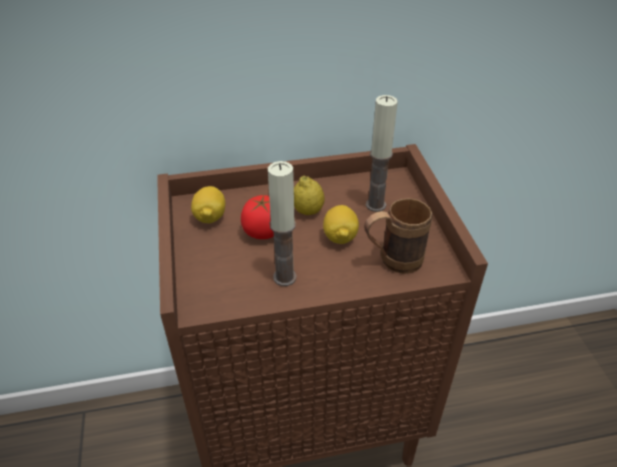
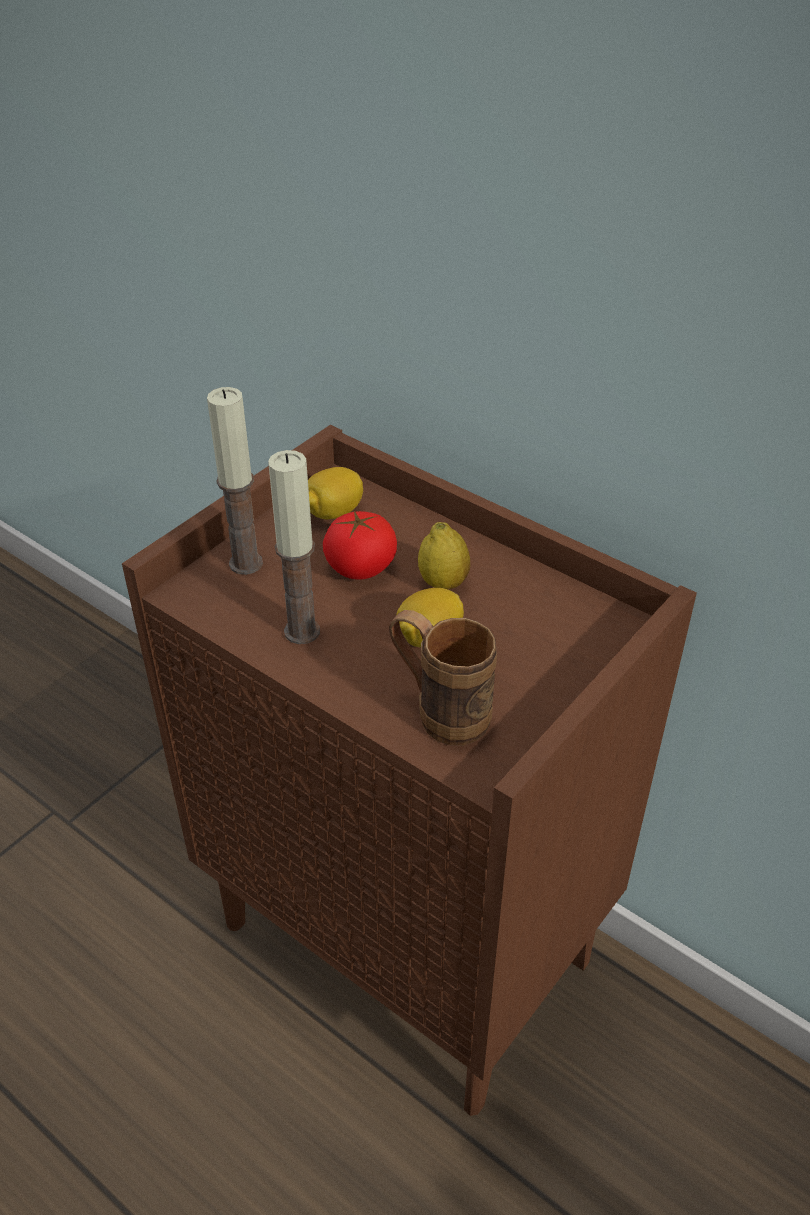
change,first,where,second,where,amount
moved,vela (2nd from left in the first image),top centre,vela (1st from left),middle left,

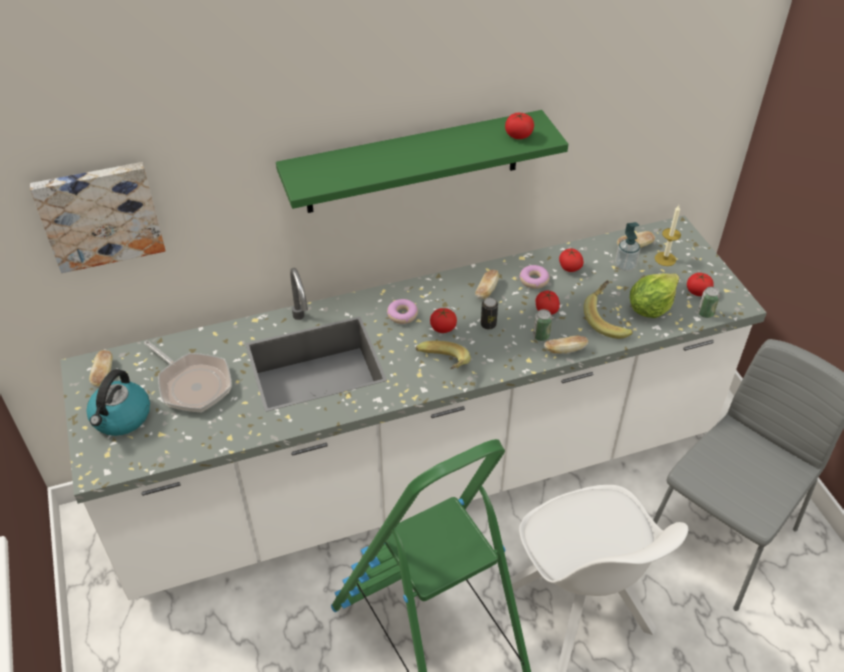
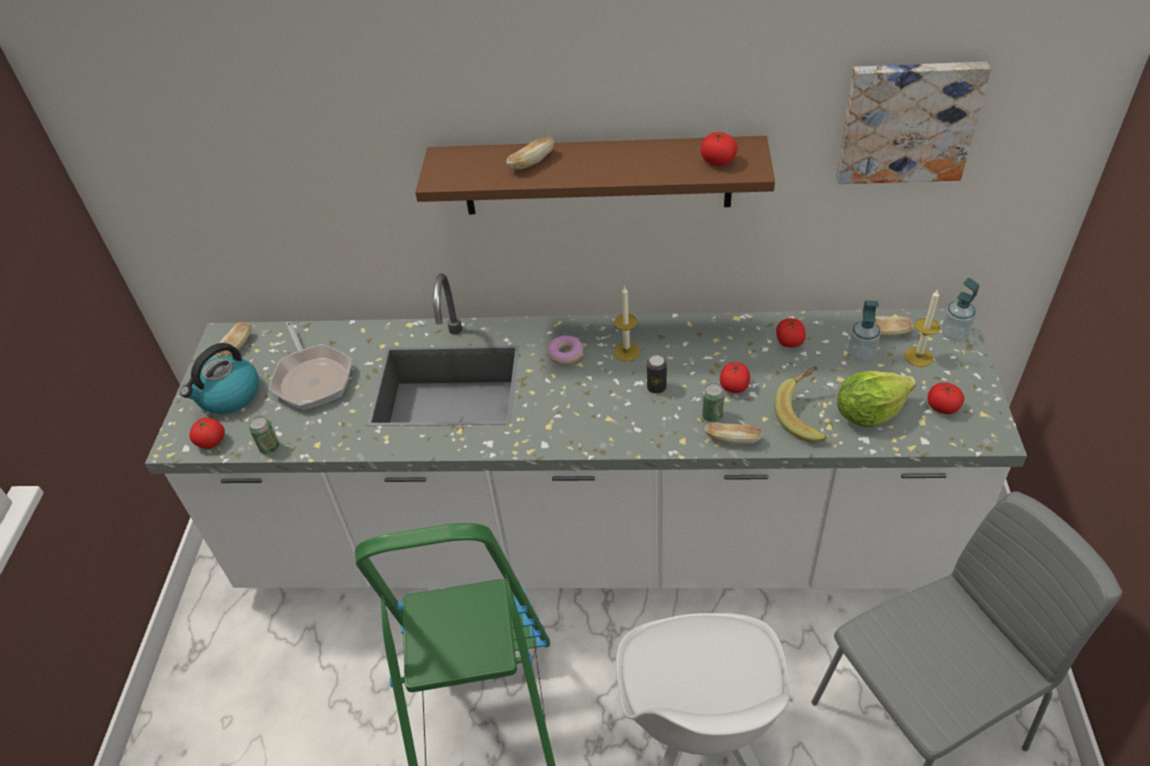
change,first,where,second,where,amount
removed,plátano (1st from left),centre,,,
removed,rosquilla (2nd from left),centre,,,
added,,,vela (1st from left),centre,
added,,,dispensador de jabón (2nd from left),middle right,
moved,cuadro,top left,,top right,
moved,tomate (1st from left),centre,,middle left,
moved,pan (2nd from left),centre,,top centre,
moved,lata (3rd from left in the first image),middle right,lata (1st from left),middle left,
recoloured,estante (verde),top centre,estante (marrón),top centre,

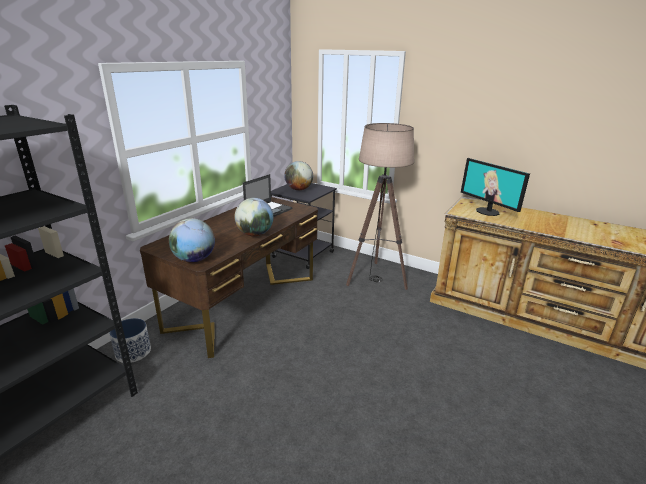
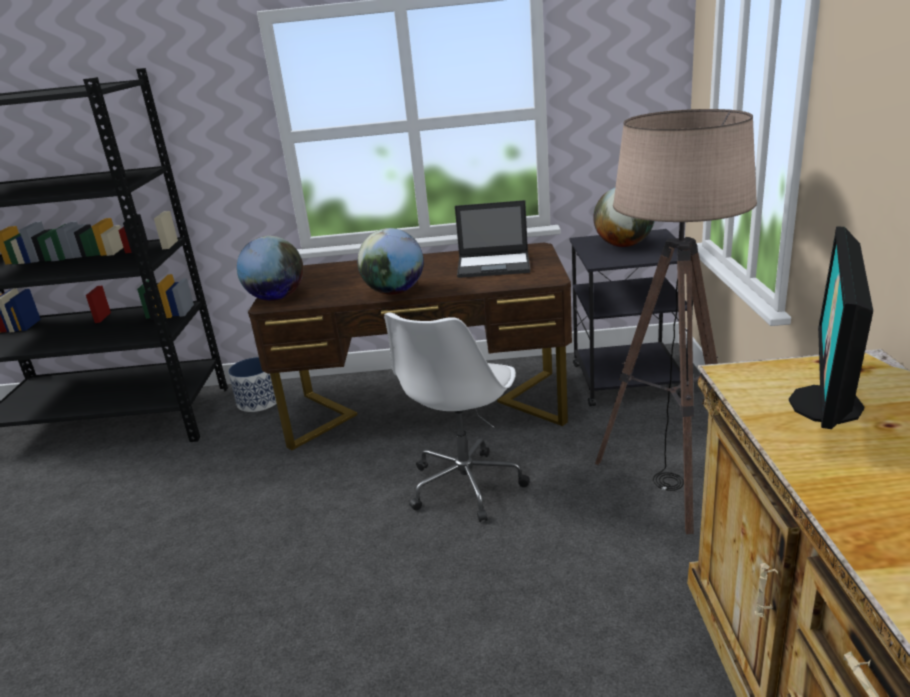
change,first,where,second,where,amount
added,,,silla de oficina (blanco),centre,

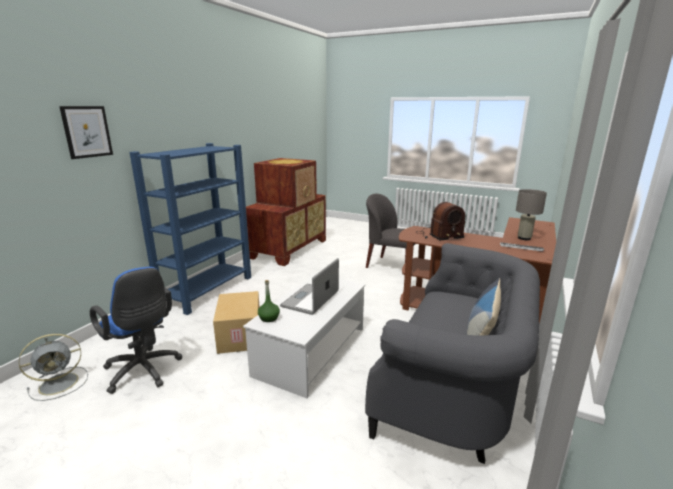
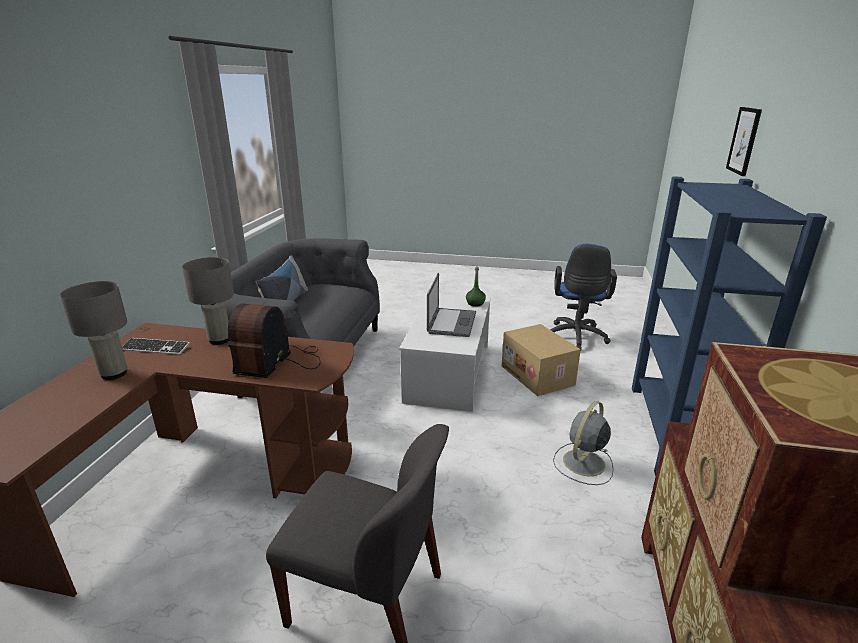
change,first,where,second,where,amount
added,,,lámpara de mesa (gris) (2nd from left),middle left,
moved,ventilador (gris),bottom left,,bottom right,
turned,silla de oficina (azul),bottom left,,middle right,105 degrees counterclockwise
turned,radio,centre,,middle left,45 degrees counterclockwise

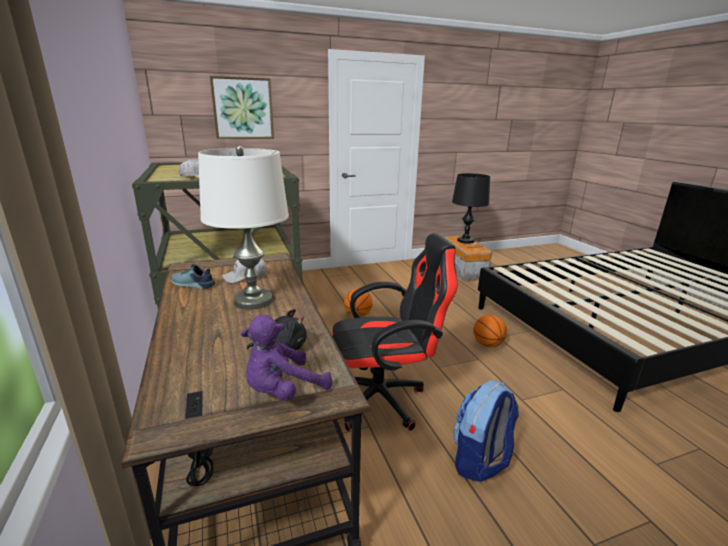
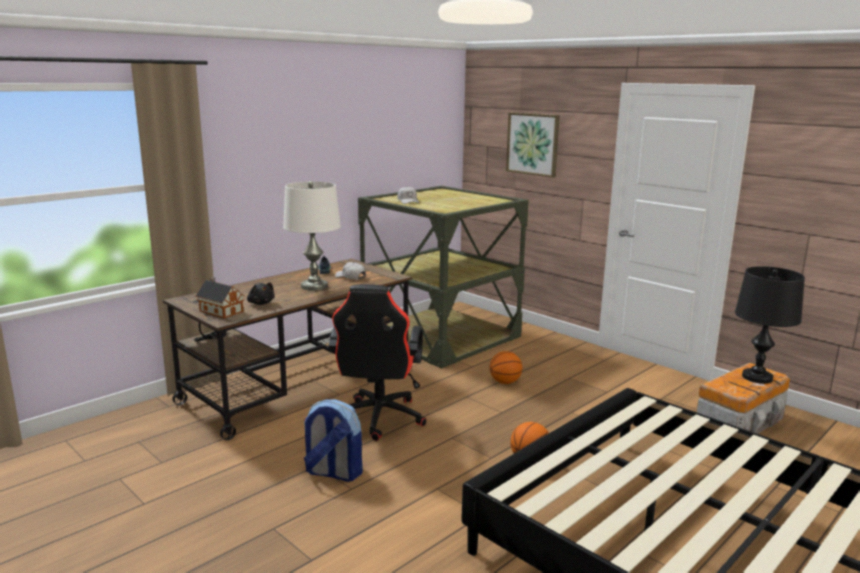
change,first,where,second,where,amount
replaced,peluche (morado),centre,casita,middle left,
turned,silla de oficina (negro),centre,,centre,45 degrees clockwise

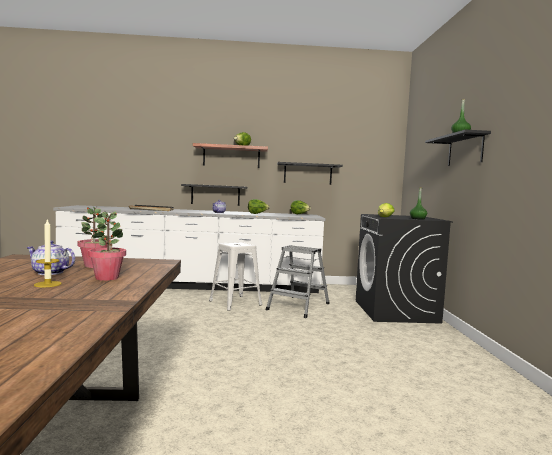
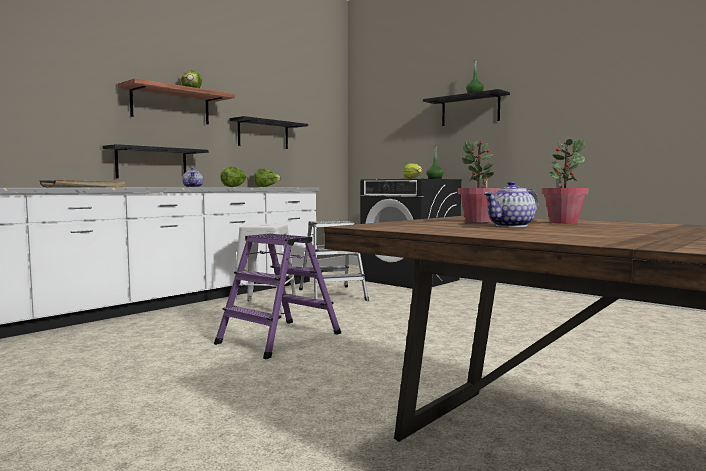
change,first,where,second,where,amount
removed,vela,middle left,,,
added,,,escalera de tijera (morado),centre,

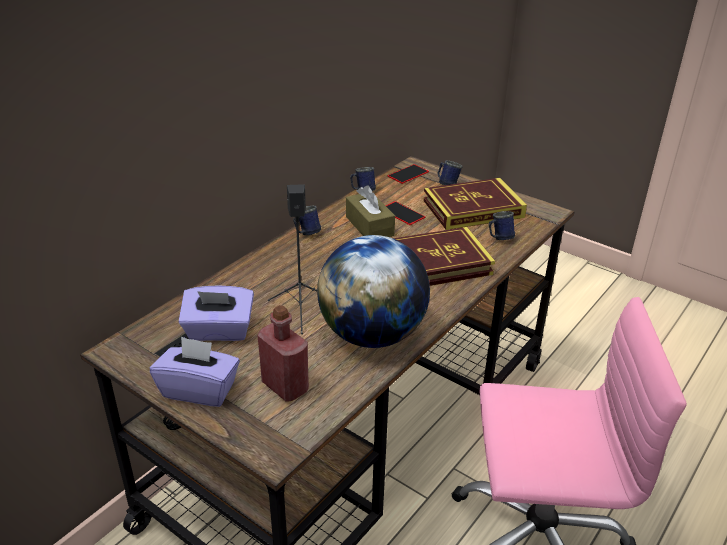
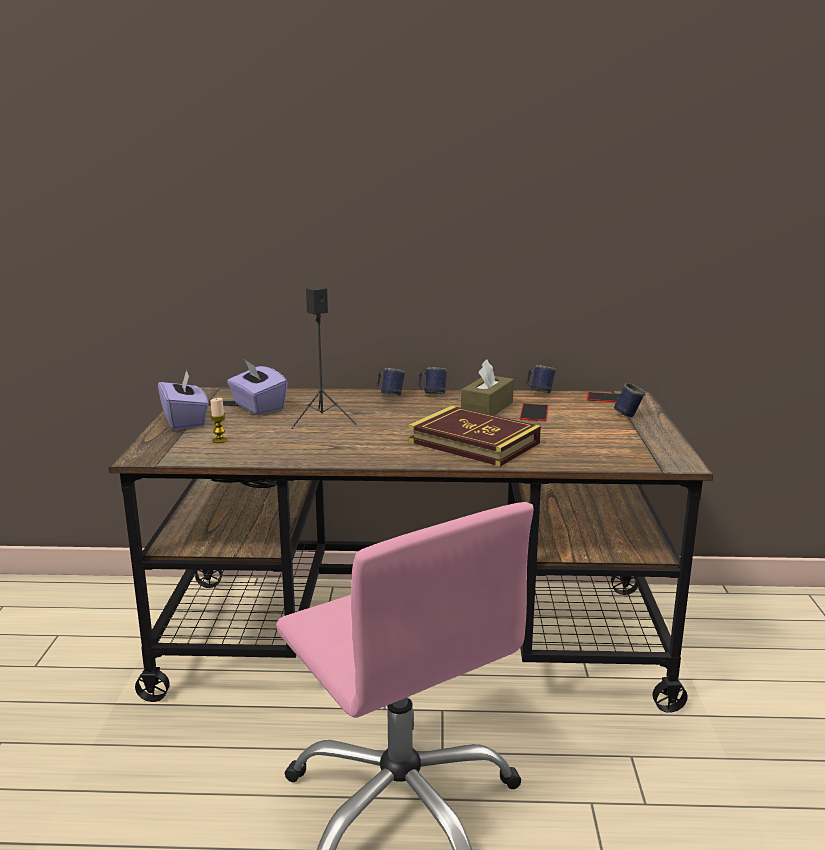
change,first,where,second,where,amount
removed,globo terráqueo,centre,,,
removed,libro (2nd from left),centre,,,
moved,taza grande (azul) (4th from left in the first image),middle right,taza grande (azul) (1st from left),centre,
replaced,botella (rojo),centre,vela,middle left,

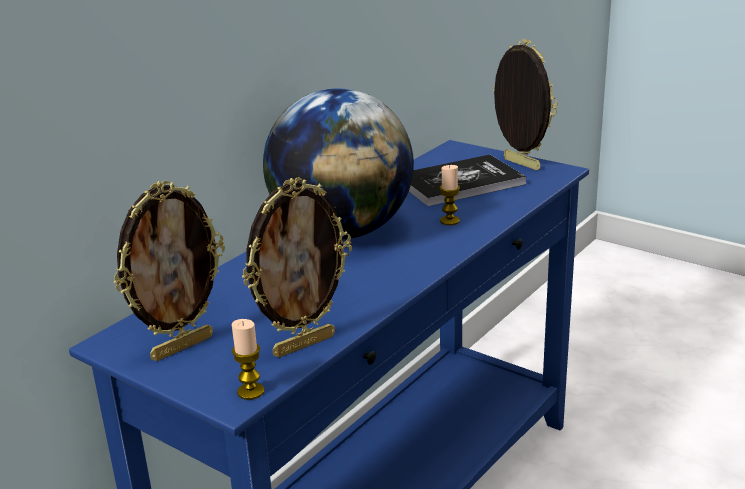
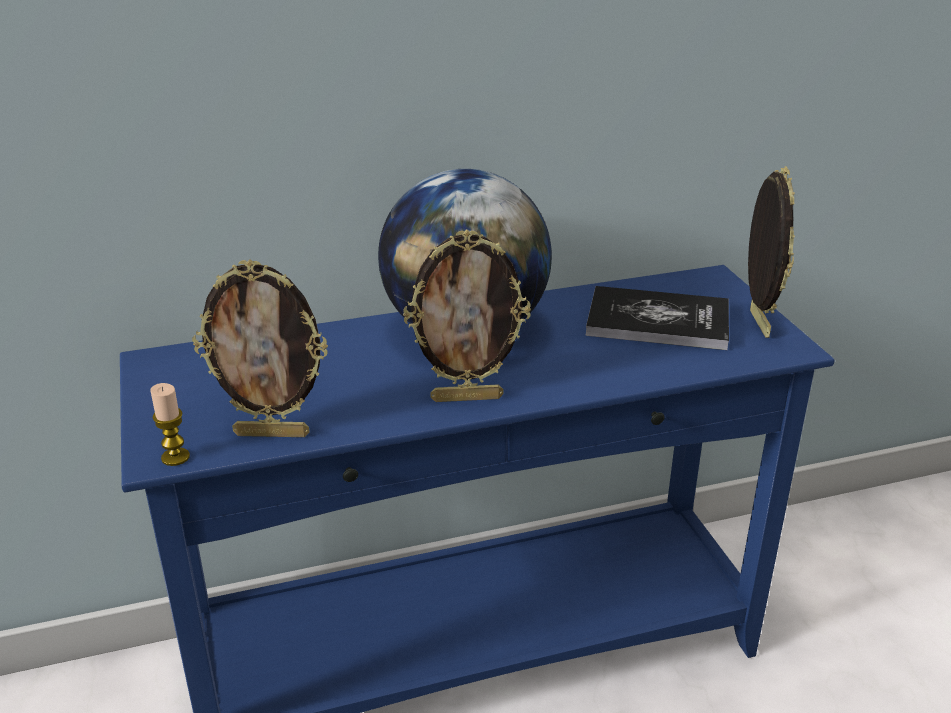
change,first,where,second,where,amount
removed,vela (2nd from left),centre,,,
moved,portarretratos (1st from left in the first image),middle left,portarretratos (2nd from left),centre,

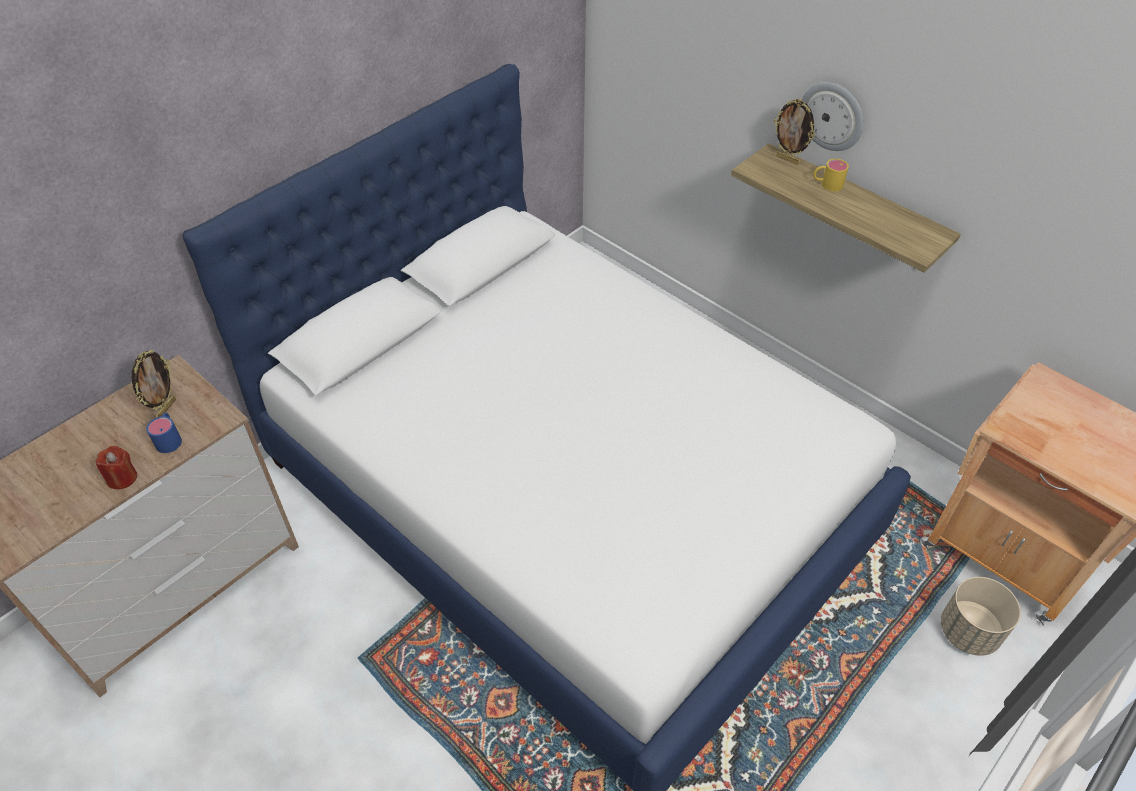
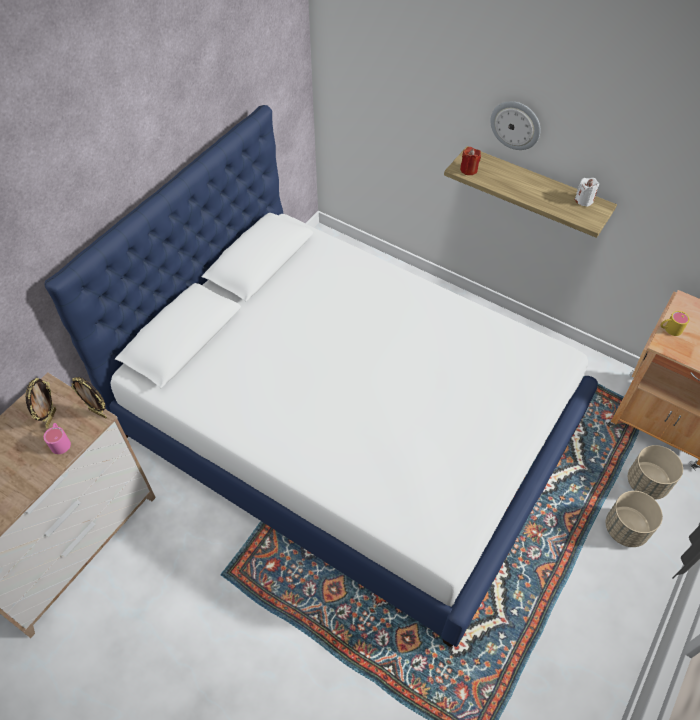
change,first,where,second,where,amount
added,,,vela (blanco),top right,
added,,,maceta (beis) (1st from left),bottom right,
moved,vela (rojo),middle left,,top right,
moved,portarretratos (2nd from left),top right,,middle left,
moved,taza grande (amarillo),top right,,middle right,
recoloured,taza grande (azul),middle left,taza grande (rosa),middle left,

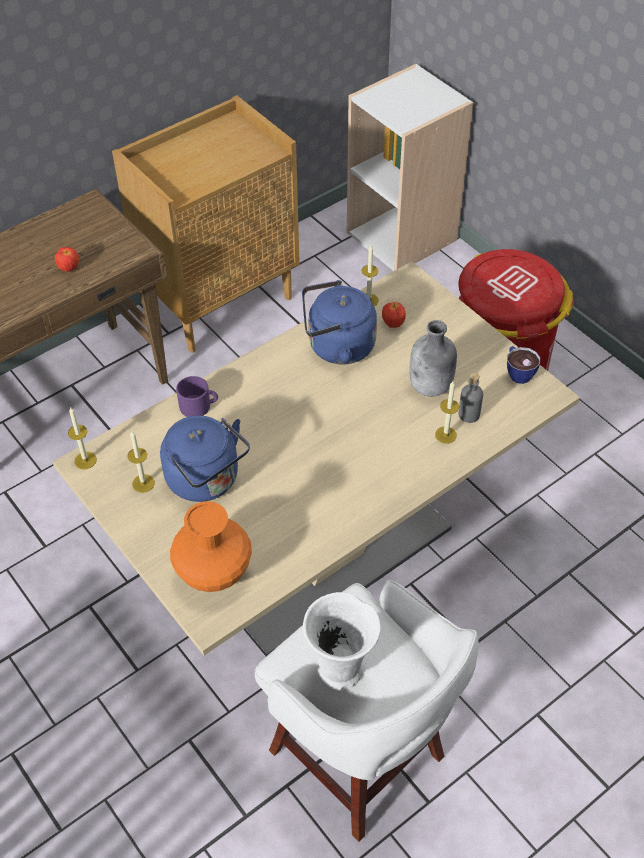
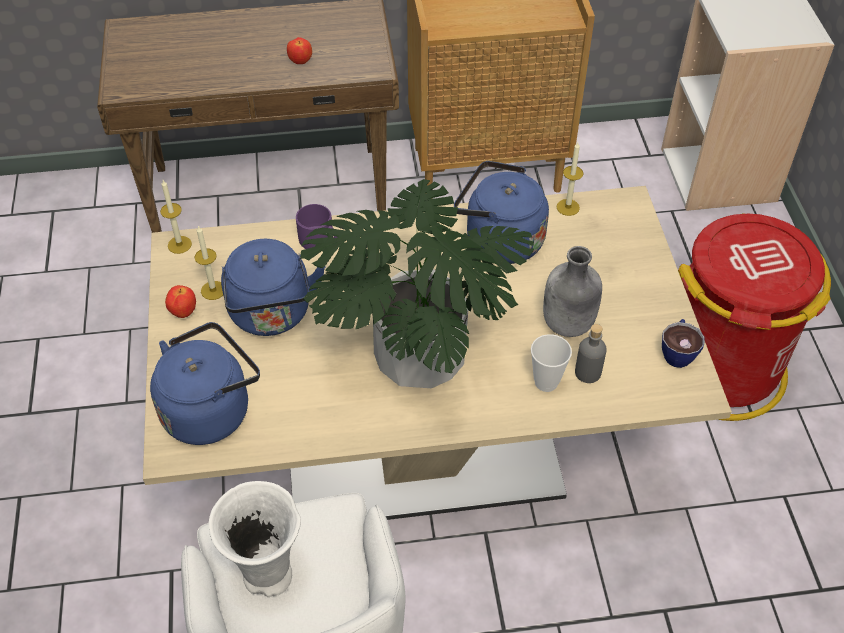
change,first,where,second,where,amount
added,,,planta en maceta,centre,
moved,manzana (2nd from left in the first image),centre,manzana (1st from left),middle left,
replaced,florero (naranja),middle left,hervidor (azul) (1st from left),middle left,
replaced,vela (4th from left),middle right,taza (1st from left),centre,

